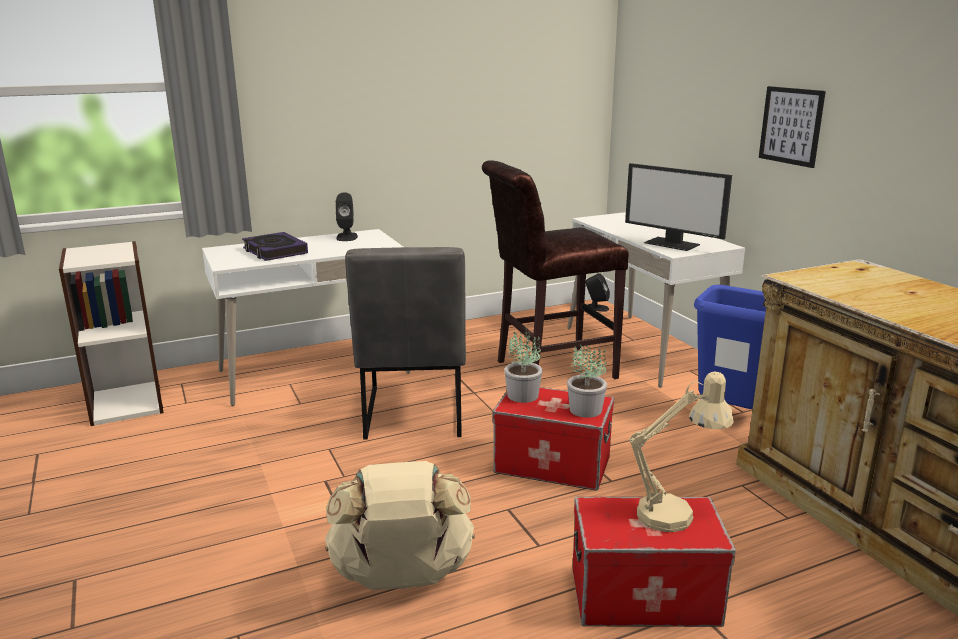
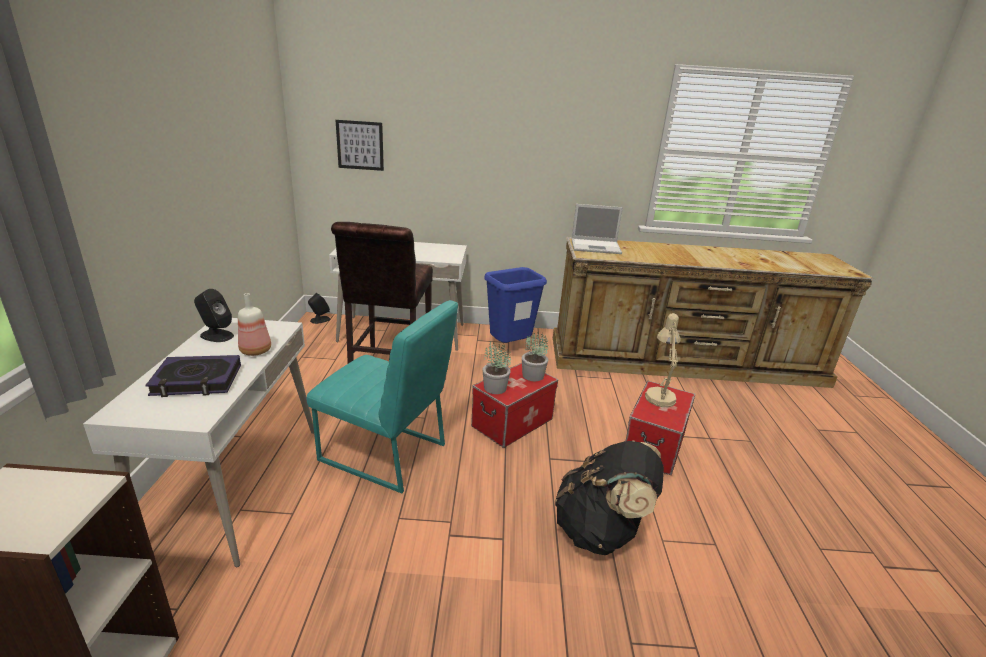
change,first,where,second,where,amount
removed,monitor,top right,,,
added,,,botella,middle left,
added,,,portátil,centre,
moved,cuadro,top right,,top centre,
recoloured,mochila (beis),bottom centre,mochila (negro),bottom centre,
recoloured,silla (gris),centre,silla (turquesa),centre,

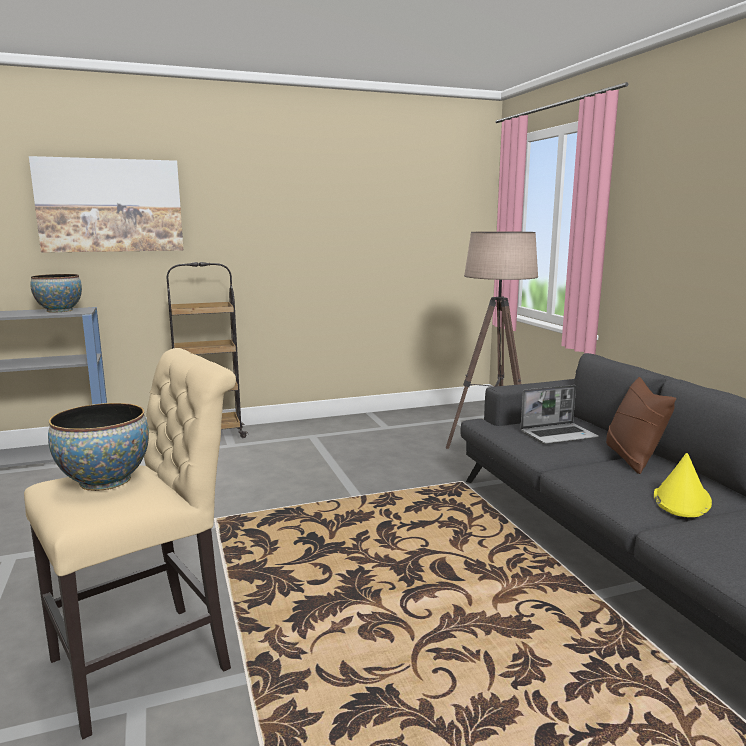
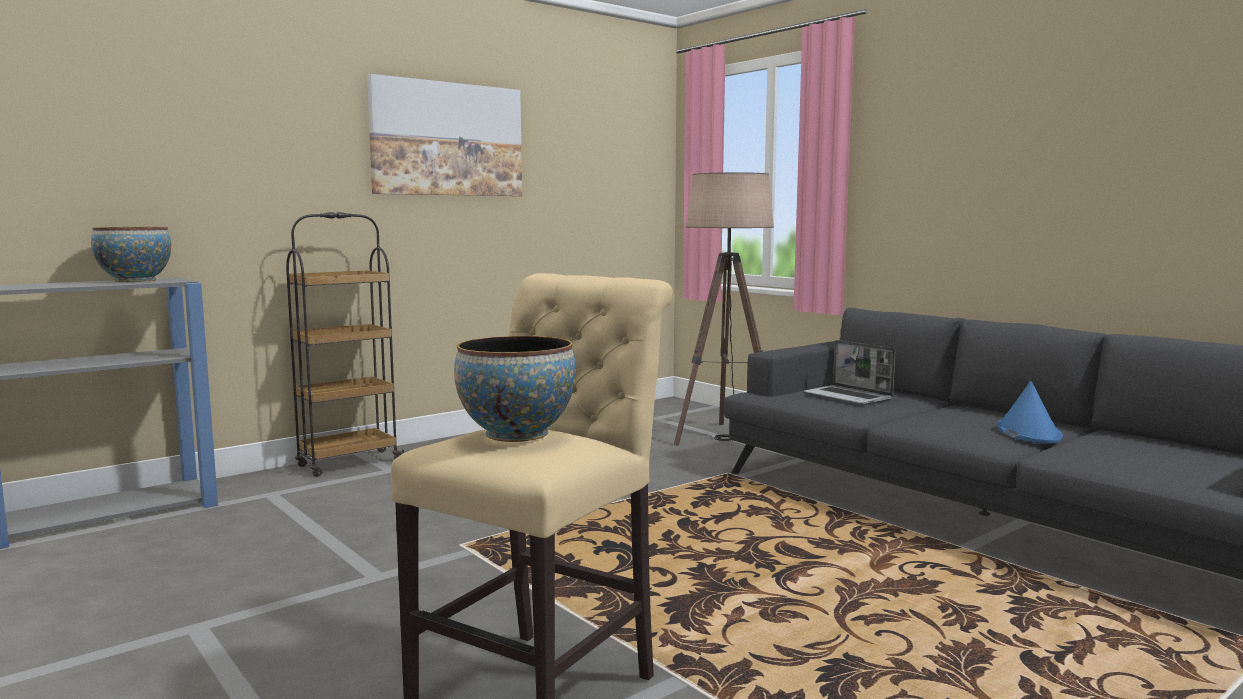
change,first,where,second,where,amount
removed,cojín (marrón),middle right,,,
moved,cuadro,top left,,top centre,
recoloured,sombrero (amarillo),middle right,sombrero (azul),middle right,
turned,portátil,middle right,,middle right,90 degrees clockwise

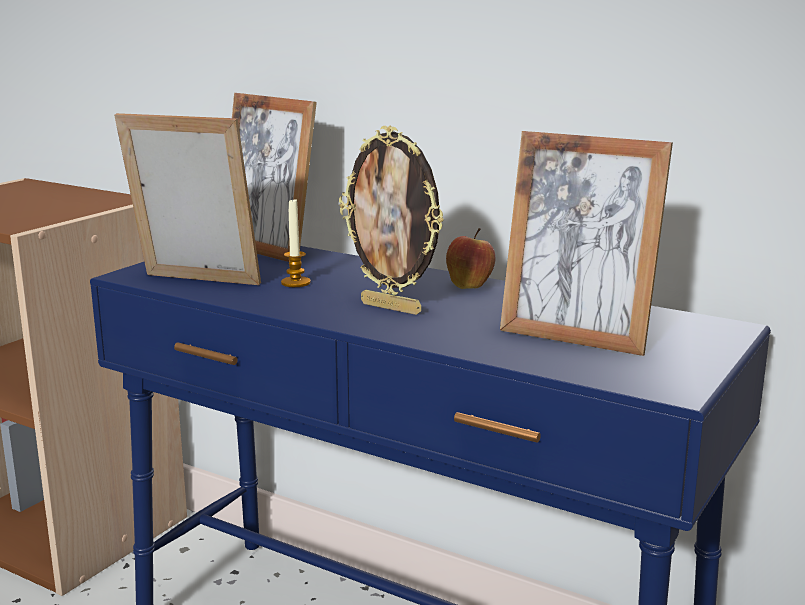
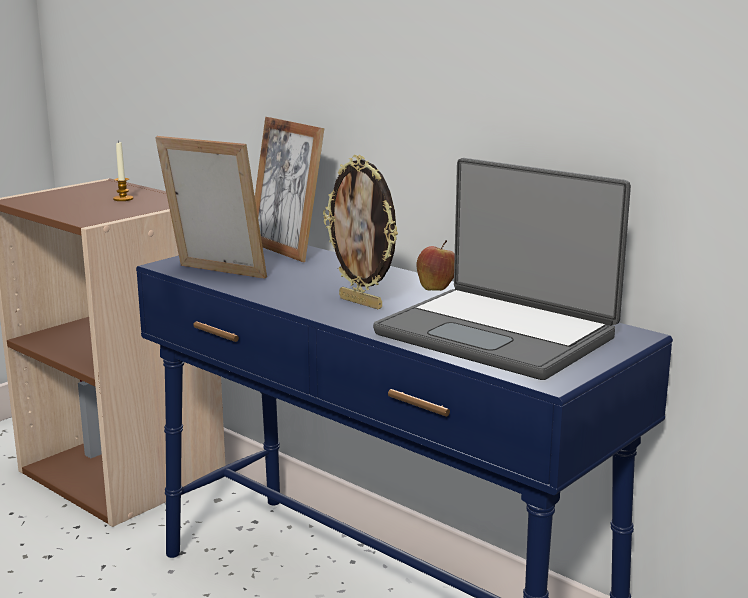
change,first,where,second,where,amount
moved,vela,centre,,top left,
replaced,portarretratos (4th from left),middle right,portátil,middle right,

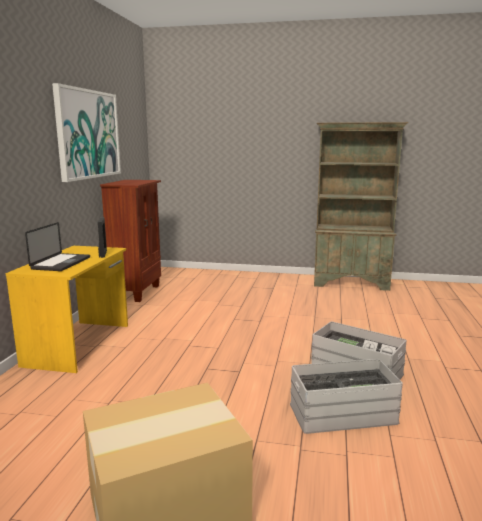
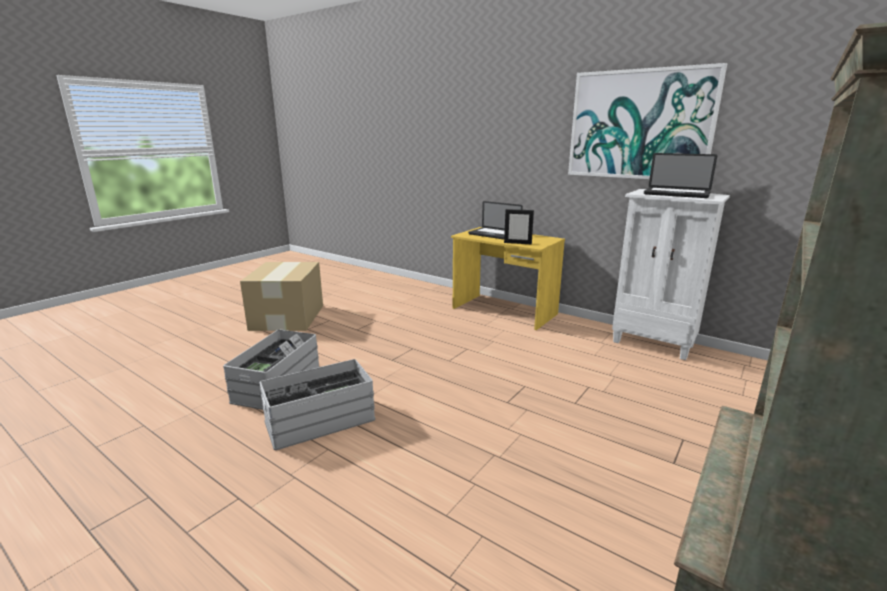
change,first,where,second,where,amount
added,,,portátil (2nd from left),top right,
recoloured,armario (marrón),middle left,armario (blanco),middle right,

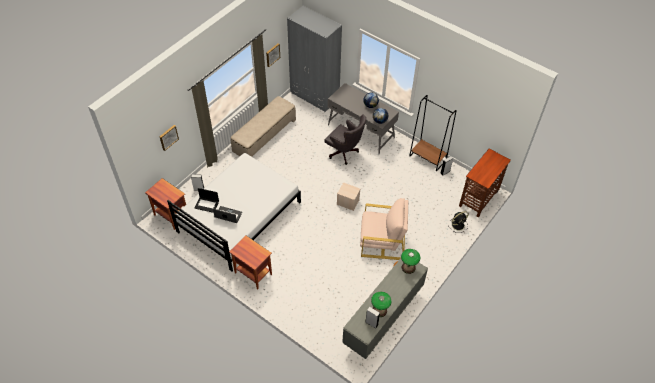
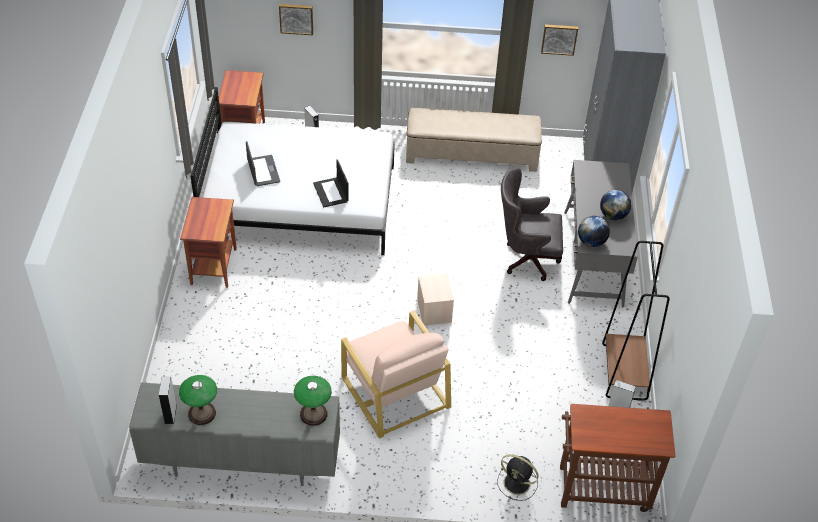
change,first,where,second,where,amount
moved,portátil (1st from left in the first image),middle left,portátil (2nd from left),centre,
turned,silla de oficina (gris),centre,,centre,90 degrees clockwise

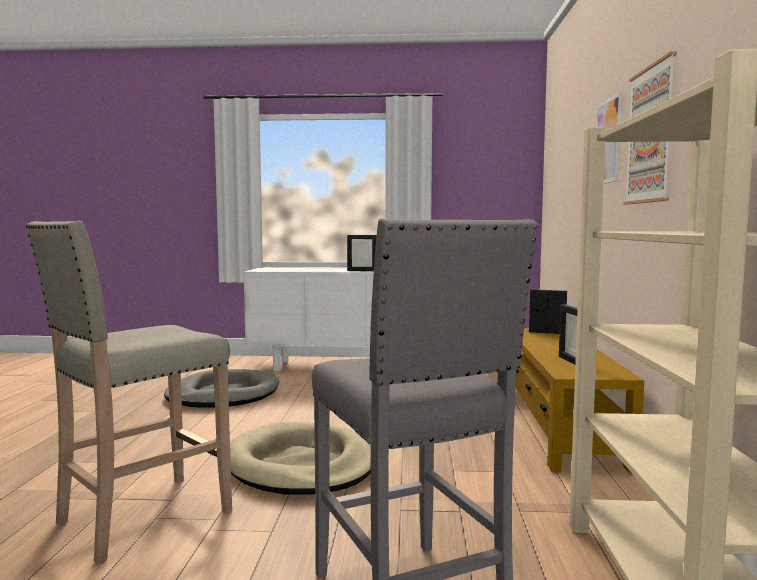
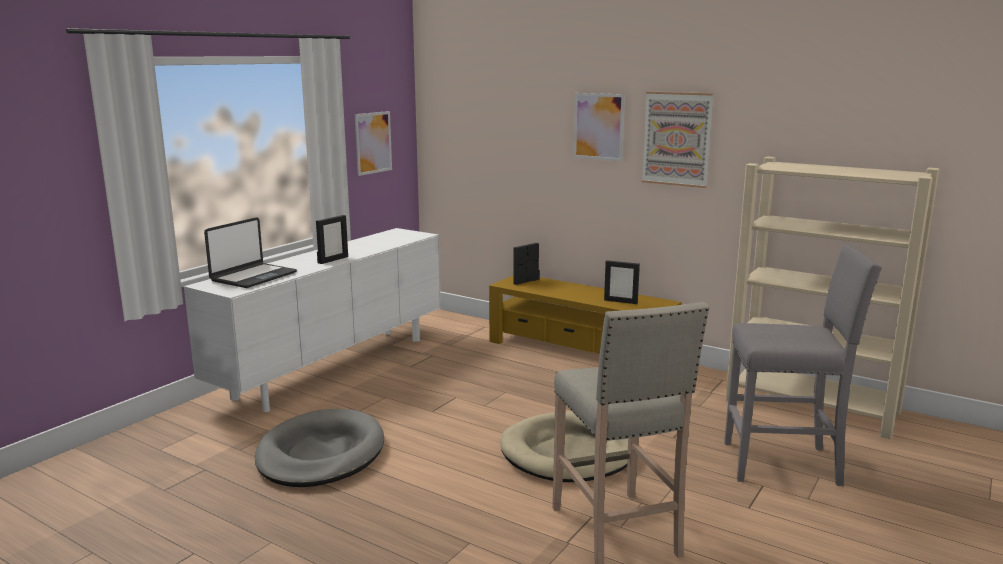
change,first,where,second,where,amount
added,,,portátil,middle left,
added,,,cuadro (1st from left),top centre,

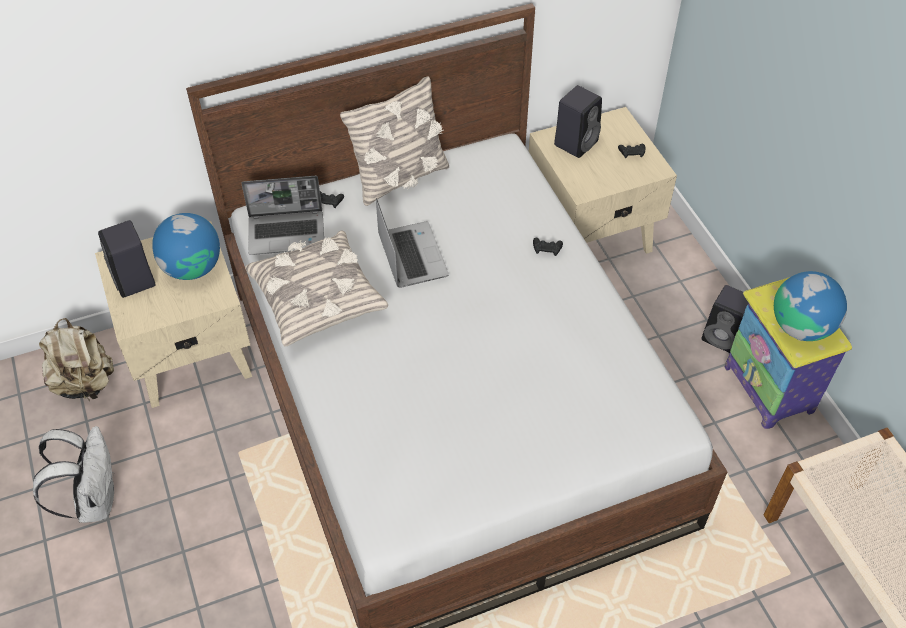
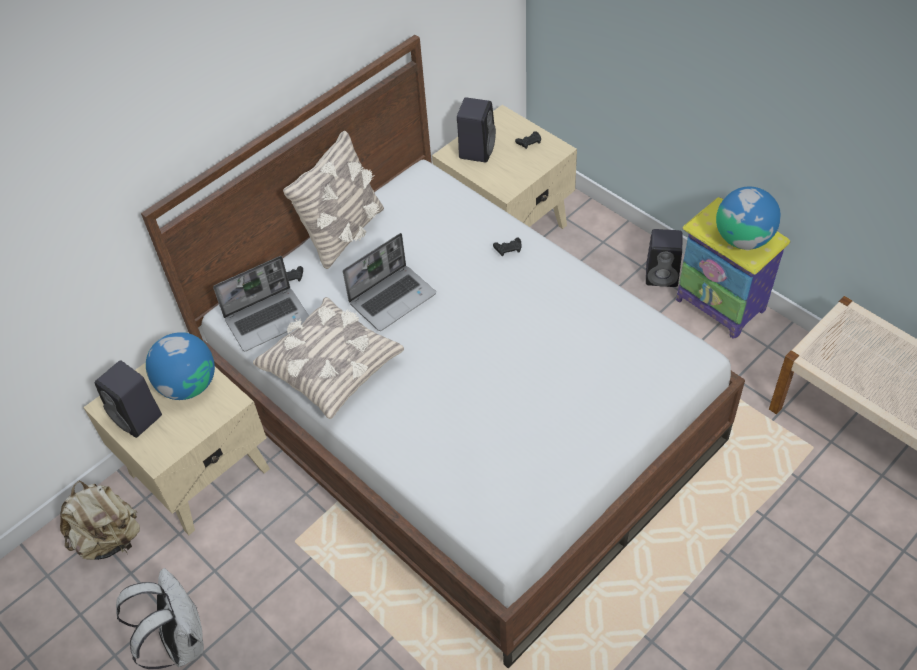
change,first,where,second,where,amount
turned,portátil (2nd from left),centre,,centre,90 degrees clockwise

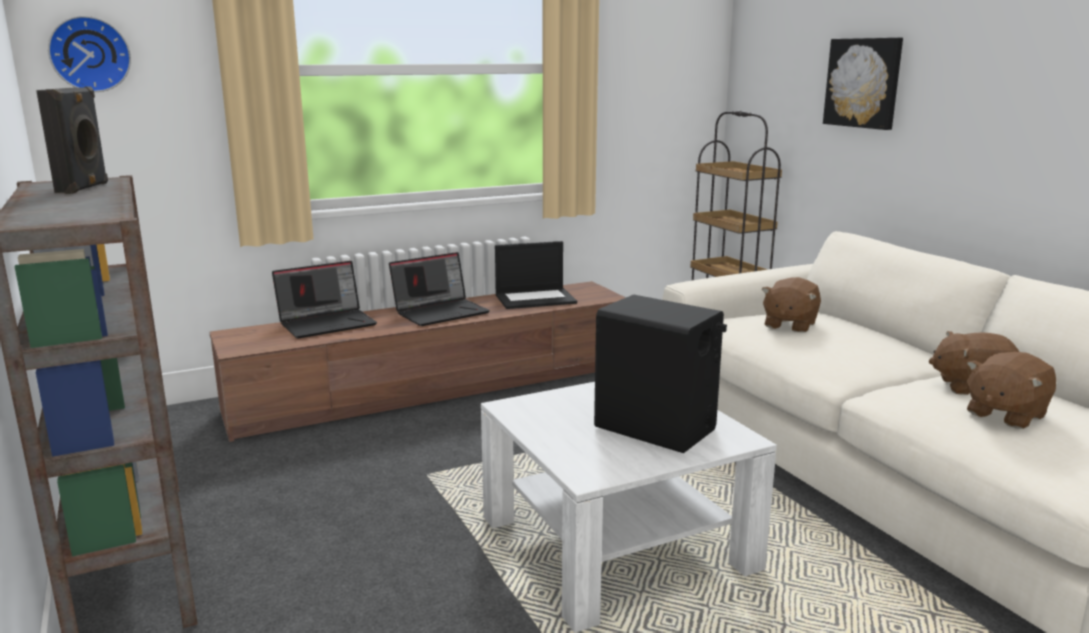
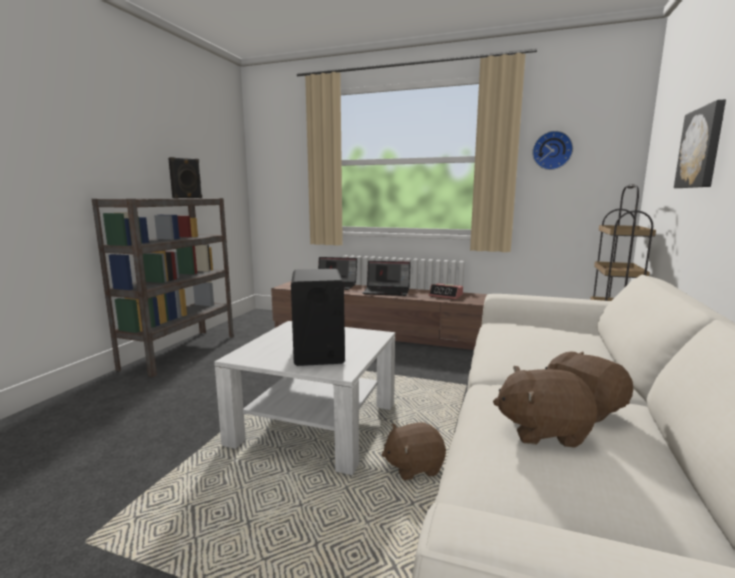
change,first,where,second,where,amount
moved,reloj de pared,top left,,top right,
moved,peluche (marrón) (1st from left),middle right,,bottom centre,
replaced,portátil (3rd from left),centre,despertador,centre,

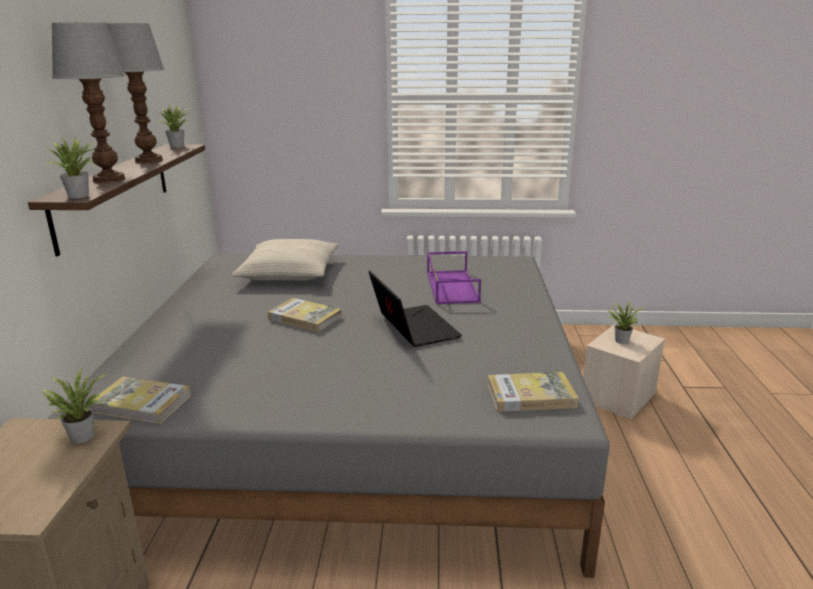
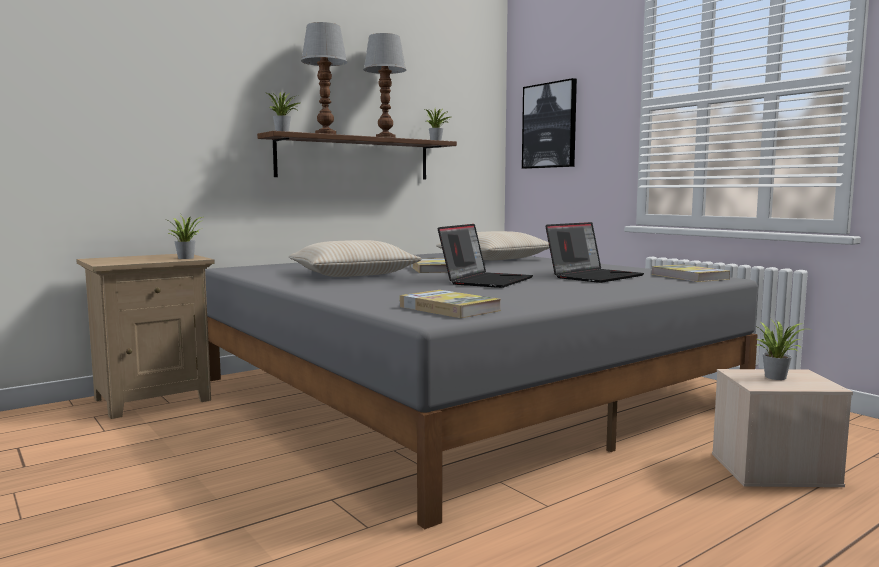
change,first,where,second,where,amount
added,,,cojín (beis) (1st from left),centre,
added,,,cuadro,top centre,
moved,libro (1st from left in the first image),bottom left,libro (3rd from left),middle right,
replaced,bandeja (morado),centre,portátil (2nd from left),middle right,

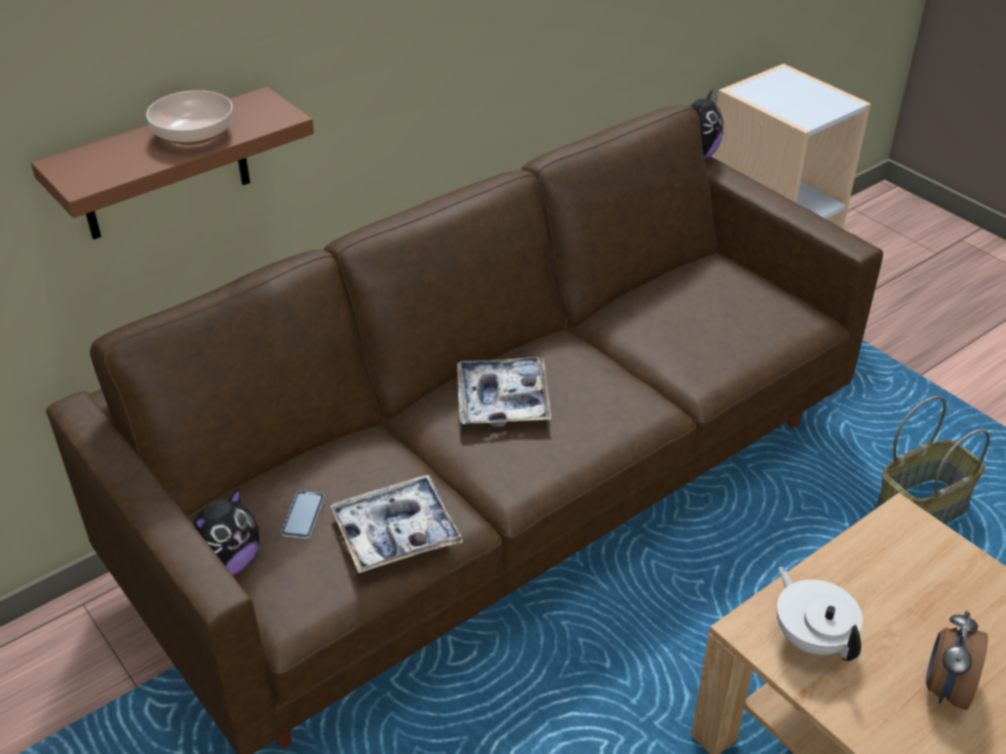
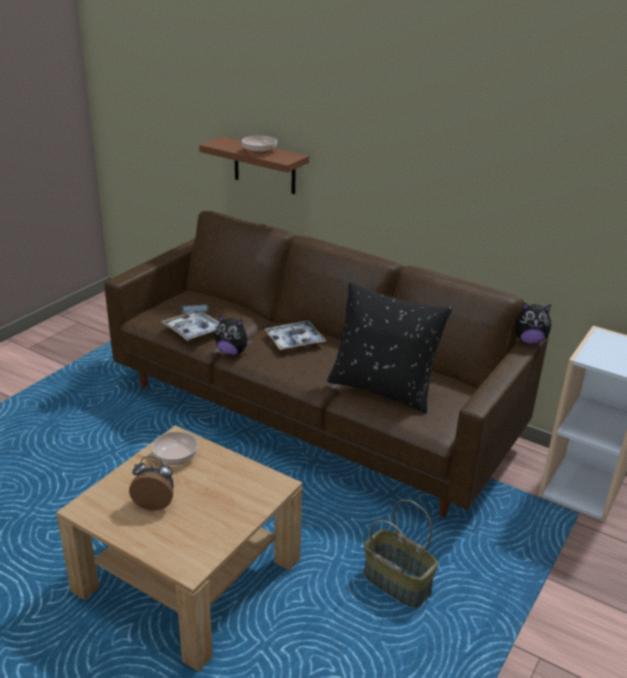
change,first,where,second,where,amount
added,,,cojín (negro),centre,
moved,peluche (1st from left),bottom left,,centre,
replaced,tetera (blanco),bottom right,cuenco (1st from left),middle left,

